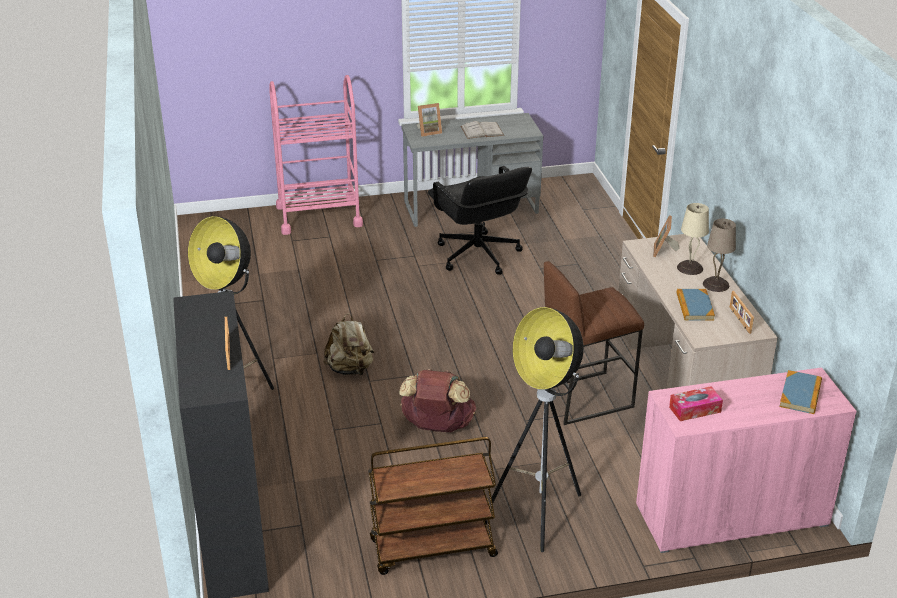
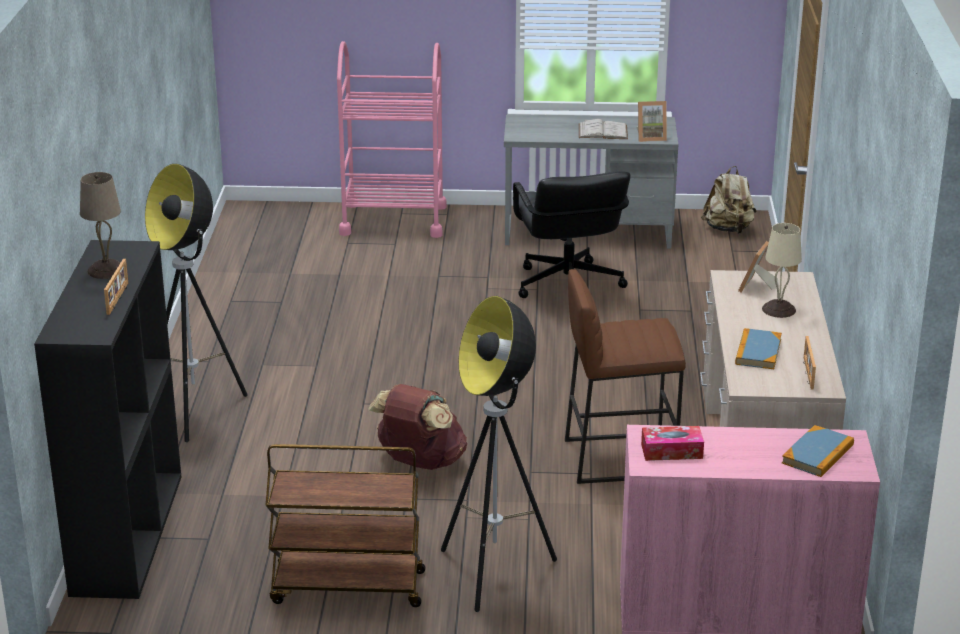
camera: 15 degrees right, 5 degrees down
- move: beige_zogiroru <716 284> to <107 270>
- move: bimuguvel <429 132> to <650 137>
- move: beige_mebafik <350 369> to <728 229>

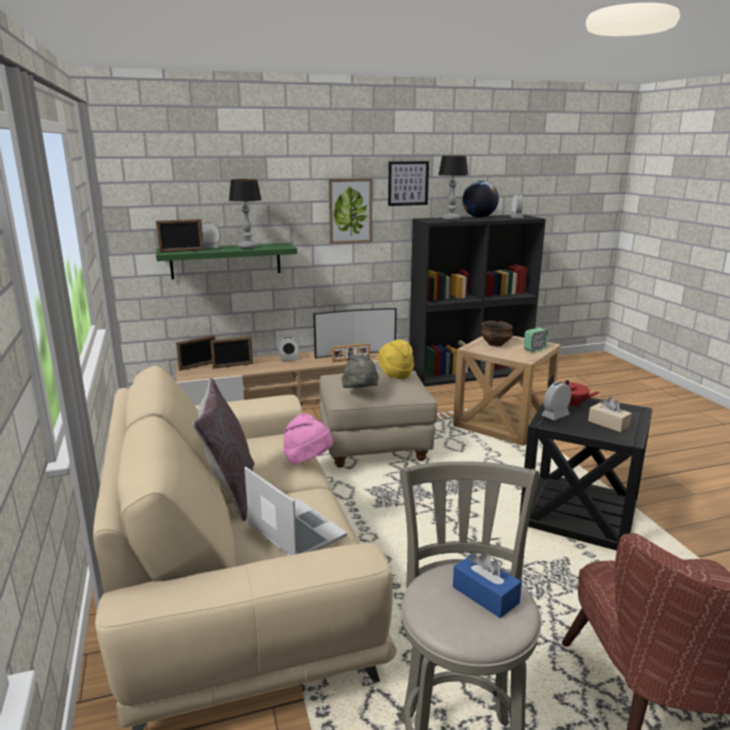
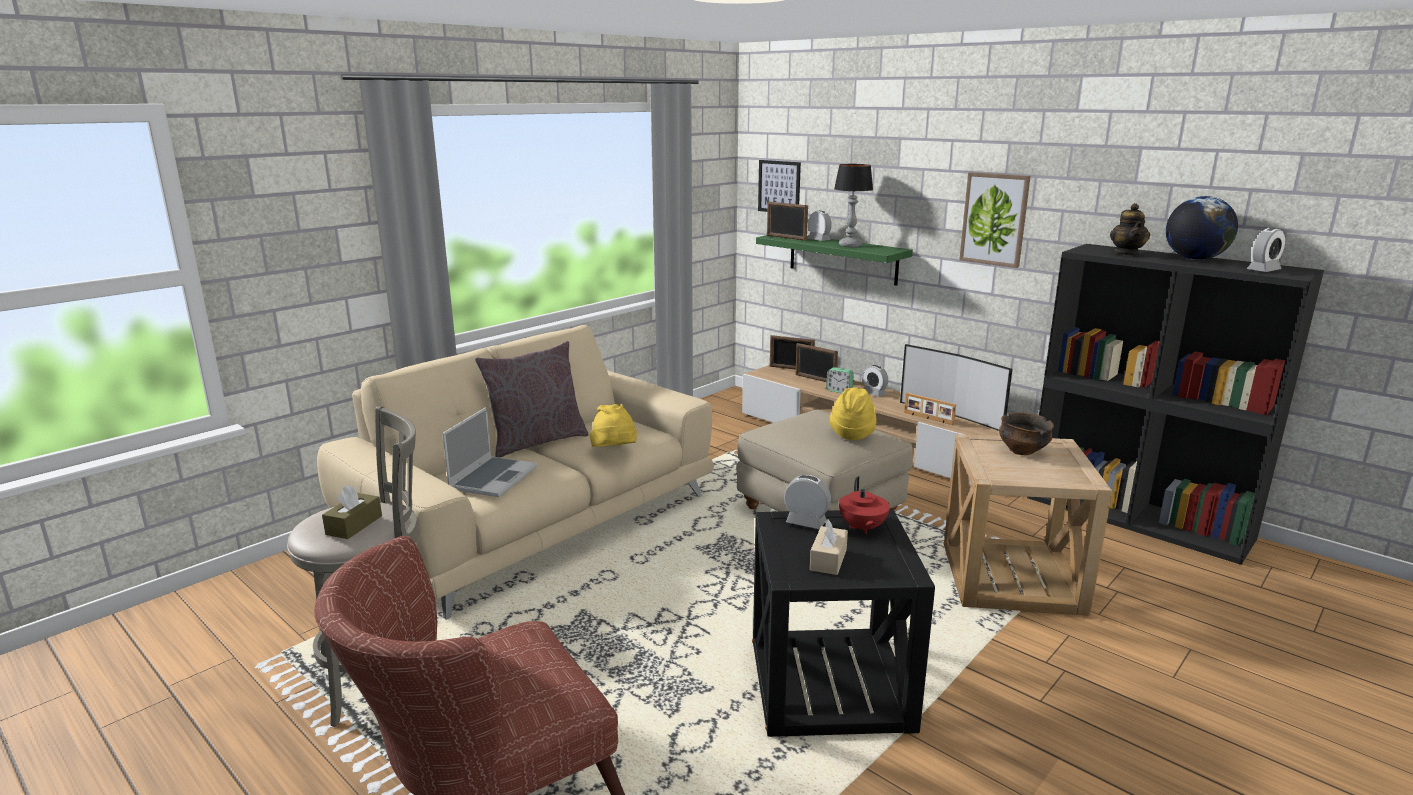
camera: 60 degrees right, 0 degrees up
- recolor: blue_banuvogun <485 595> to brown_banuvogun <354 525>
- recolor: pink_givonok <308 461> to yellow_givonok <614 452>
- move: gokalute <408 183> to <779 187>
- move: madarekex <534 349> to <839 391>
- replace: zogiroru <451 219> to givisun <1127 253>
- delete: grey_givonok <360 392>

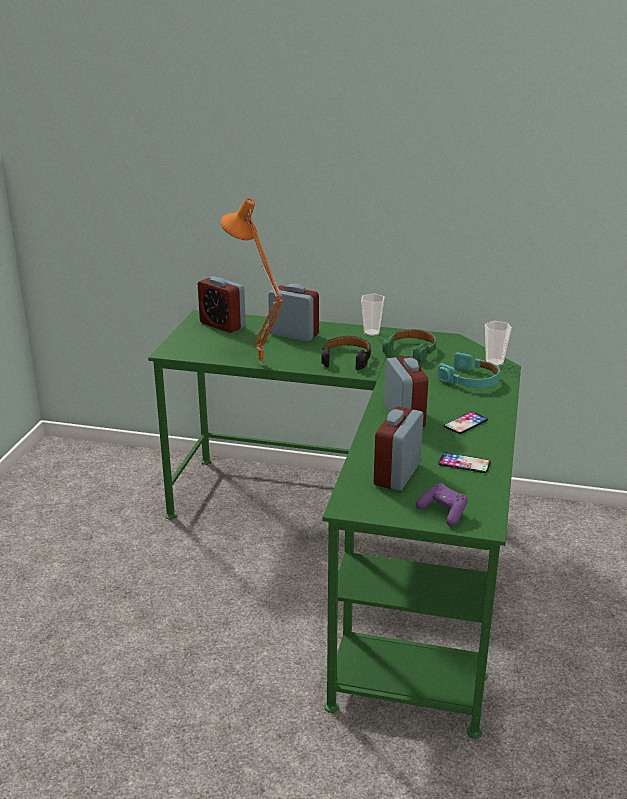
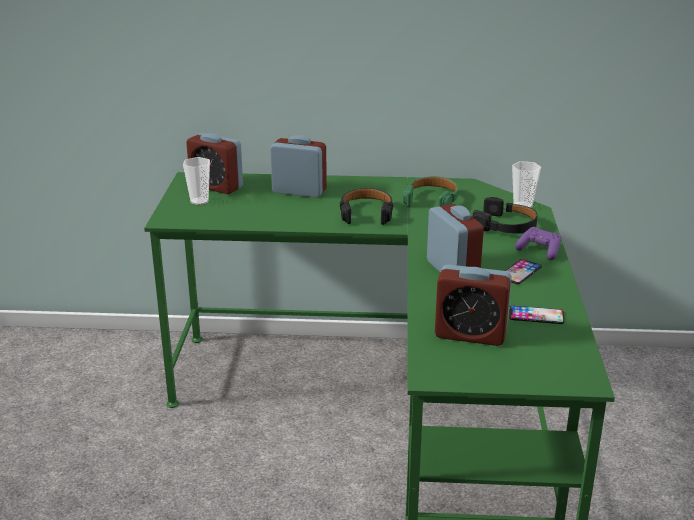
camera: 10 degrees left, 0 degrees up
- move: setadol <371 332> to <199 201>
- rotate: madarekex <397 474> = <470 334> 90 degrees counterclockwise
- recolor: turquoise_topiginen <470 380> to black_topiginen <506 226>
- move: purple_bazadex <443 512> to <539 251>
- delete: orange_zogiroru <257 364>

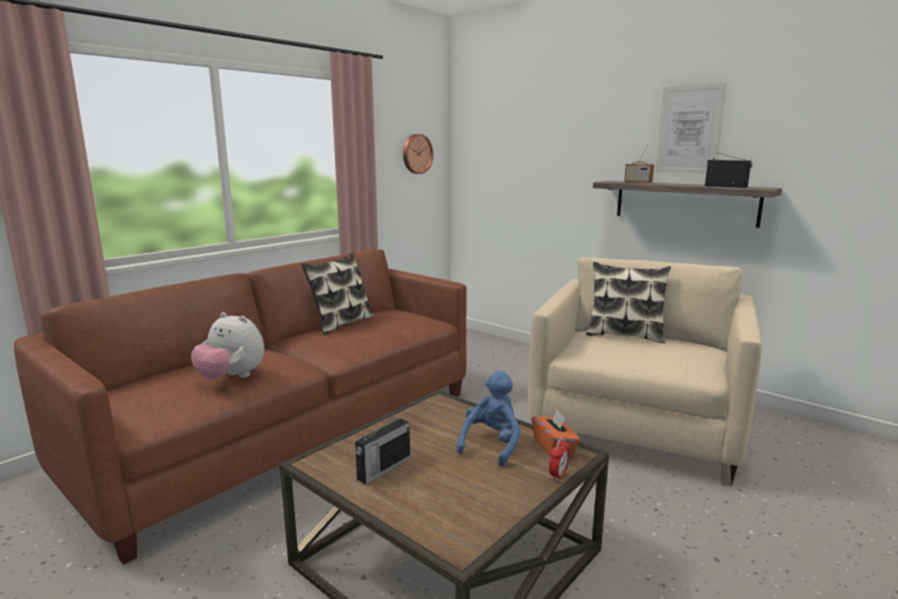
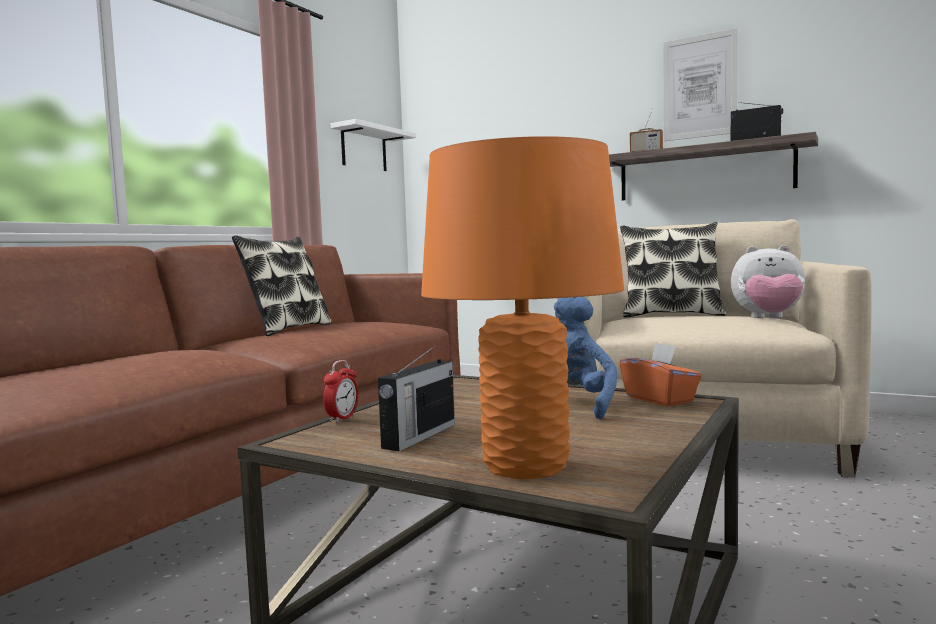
camera: 10 degrees left, 10 degrees down
- move: madarekex <558 475> to <342 418>
- replace: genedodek <416 154> to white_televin <364 149>
- insert: orange_zogiroru <526 466>
- move: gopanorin <231 378> to <768 318>

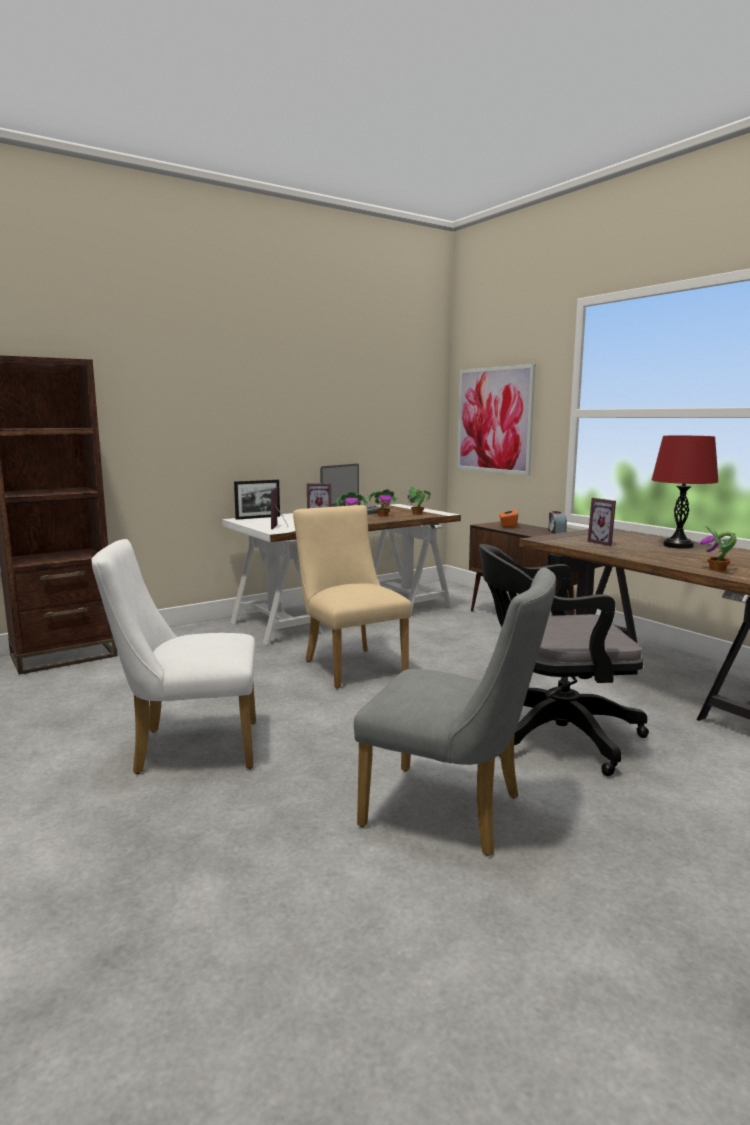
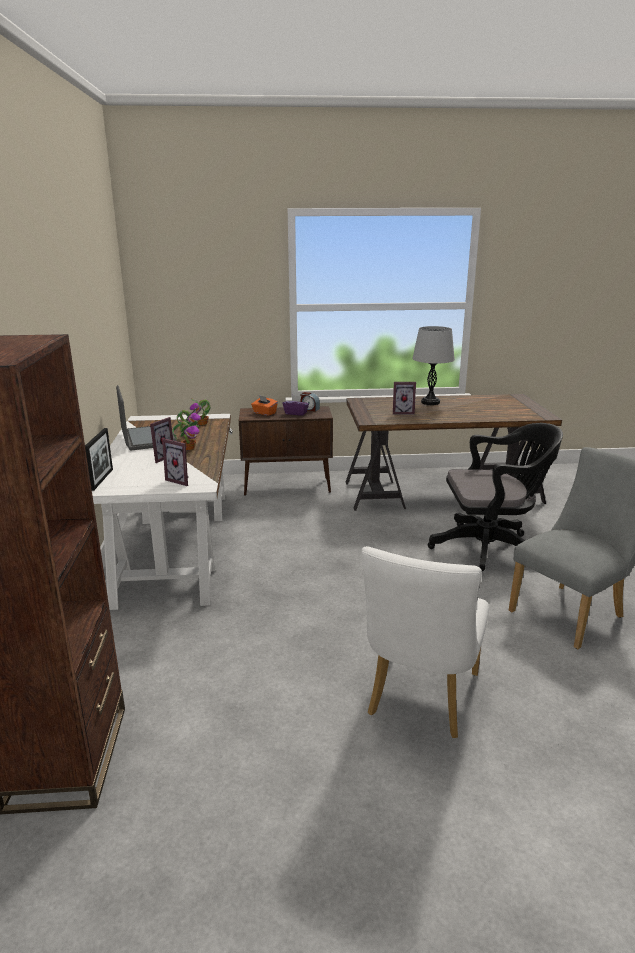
camera: 60 degrees left, 10 degrees up
- insert: purple_banuvogun <296 413>
- recolor: red_zogiroru <678 546> to grey_zogiroru <430 402>
- rotate: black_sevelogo <551 735> = <490 549> 120 degrees counterclockwise
- delete: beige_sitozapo <350 665>
- delete: gokalute <494 420>
- delete: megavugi <717 569>

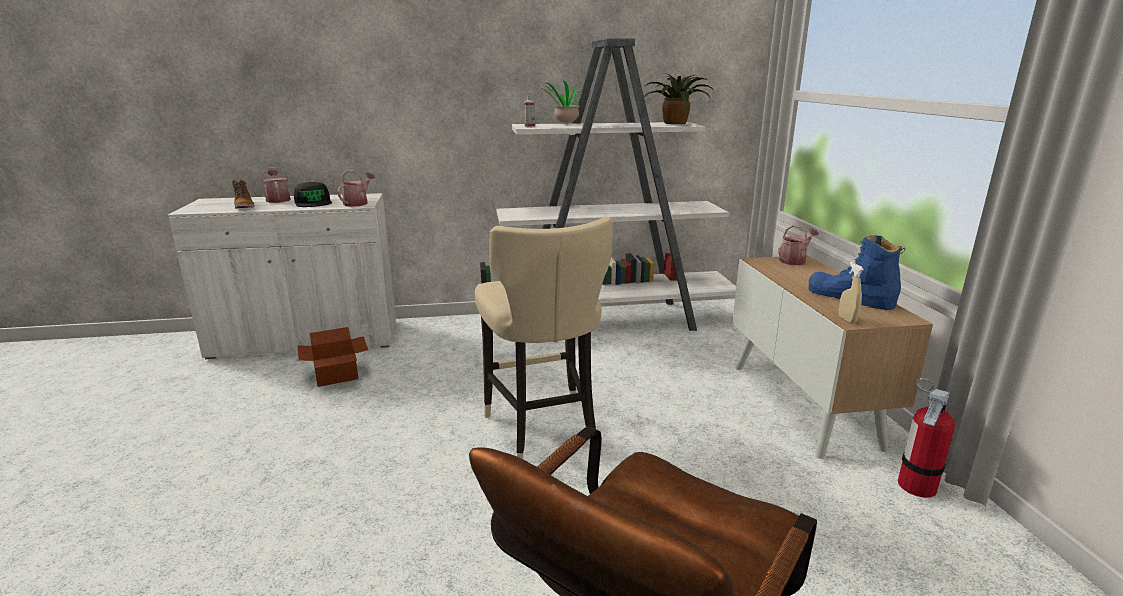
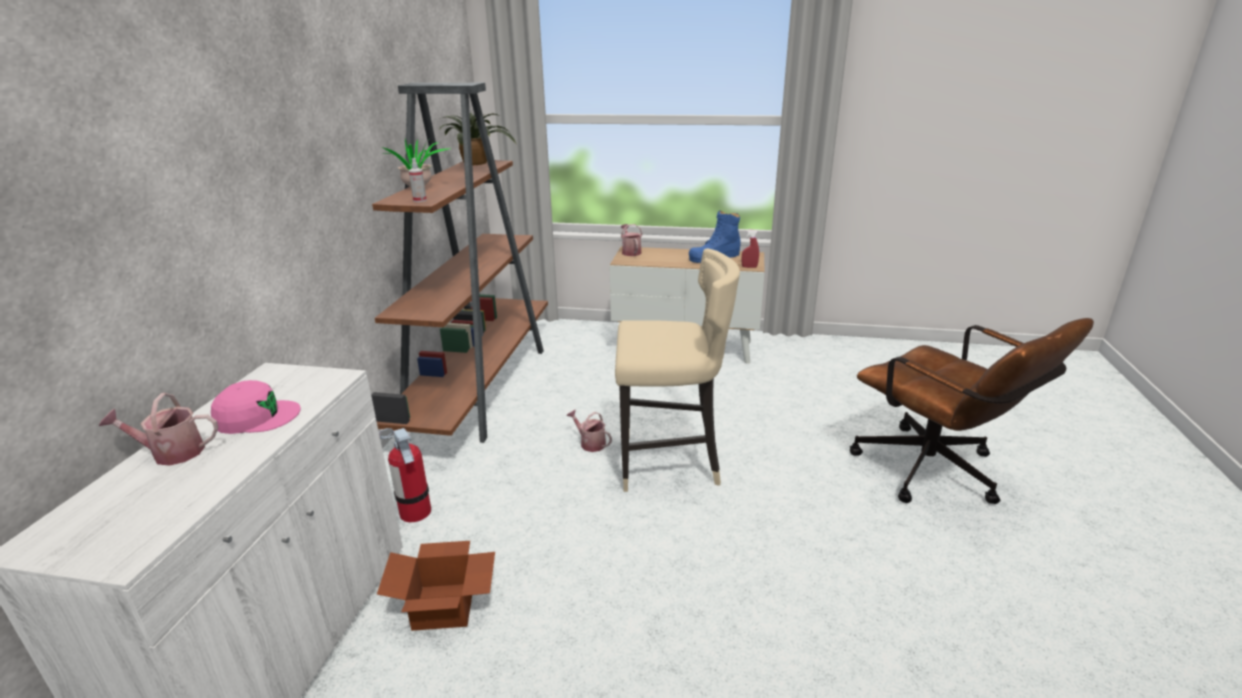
camera: 70 degrees left, 5 degrees up
- recolor: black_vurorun <313 202> to pink_vurorun <257 417>
- recolor: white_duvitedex <607 321> to brown_duvitedex <480 386>
- move: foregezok <916 485> to <415 512>
- move: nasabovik <358 203> to <590 443>
- recolor: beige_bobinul <847 319> to red_bobinul <749 267>
- delete: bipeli <244 206>

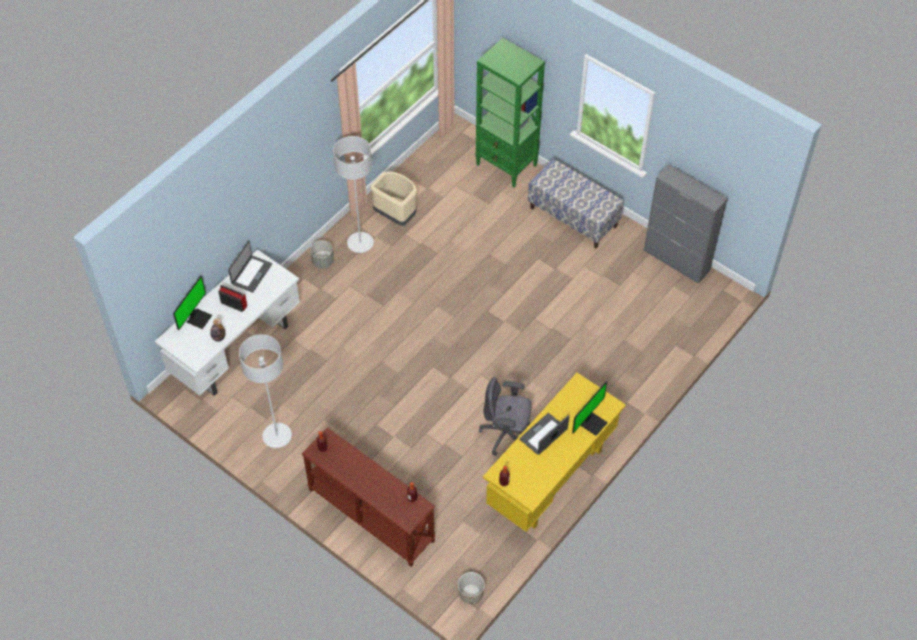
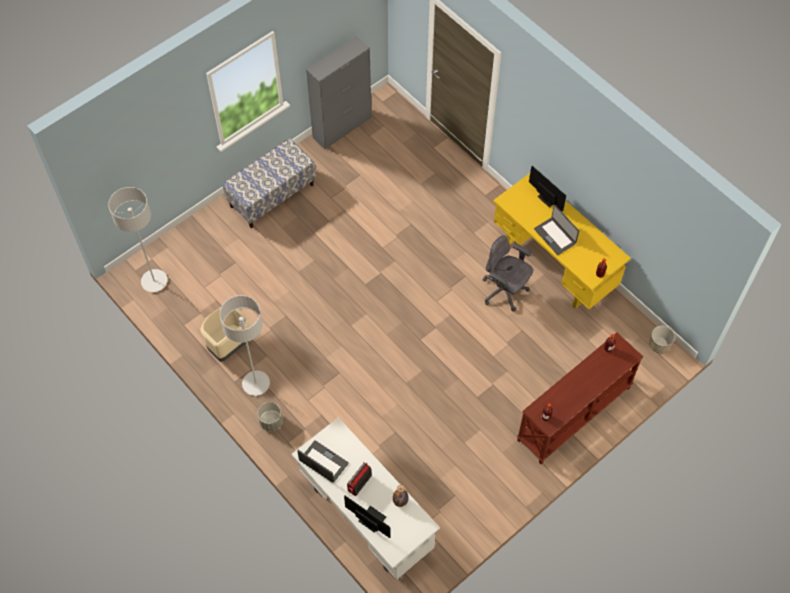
camera: 80 degrees left, 5 degrees up
- move: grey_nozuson <277 436> to <154 281>
- rotate: grey_sevelogo <506 434> = <504 291> 105 degrees clockwise
- delete: green_duvitedex <507 165>

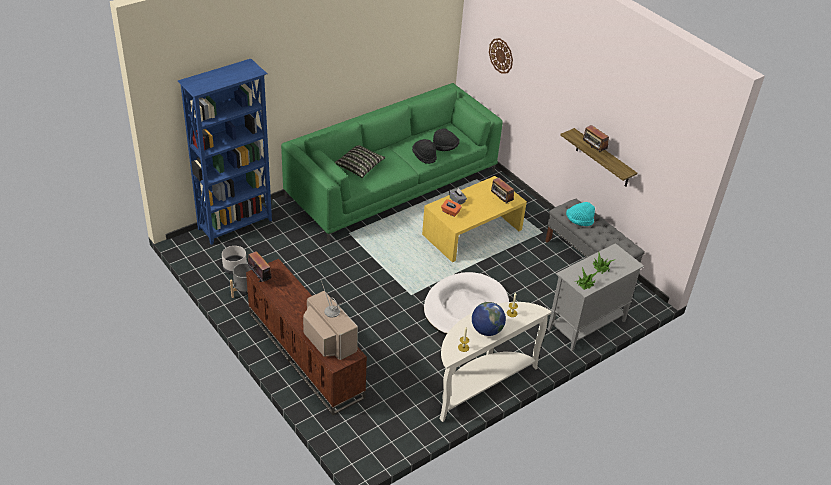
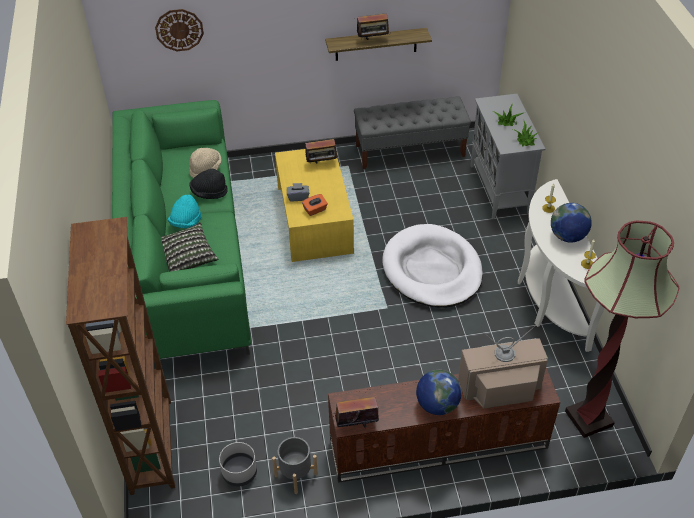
camera: 60 degrees left, 5 degrees up
- recolor: blue_duvitedex <236 225> to brown_duvitedex <152 445>
- move: turquoise_givonok <579 221> to <186 222>
- recolor: black_givonok <445 147> to beige_givonok <206 169>
- insert: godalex <437 405>
- insert: nozuson <589 418>

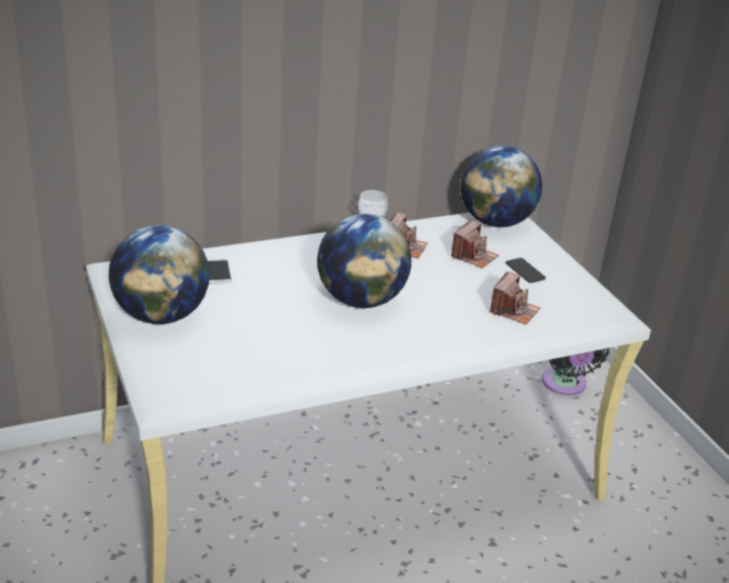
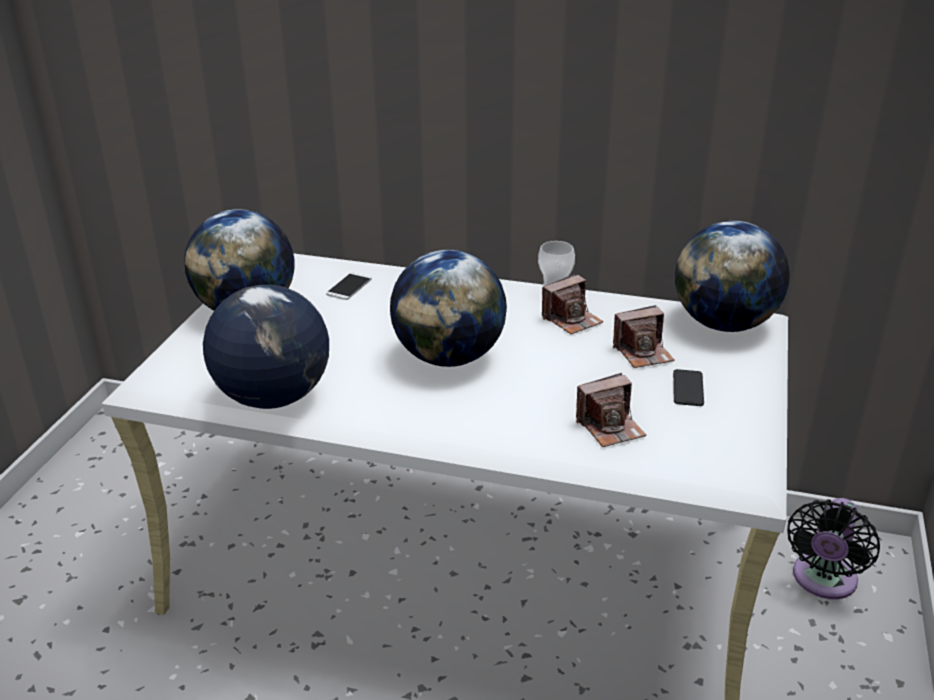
camera: 40 degrees right, 0 degrees up
- insert: godalex <272 397>

